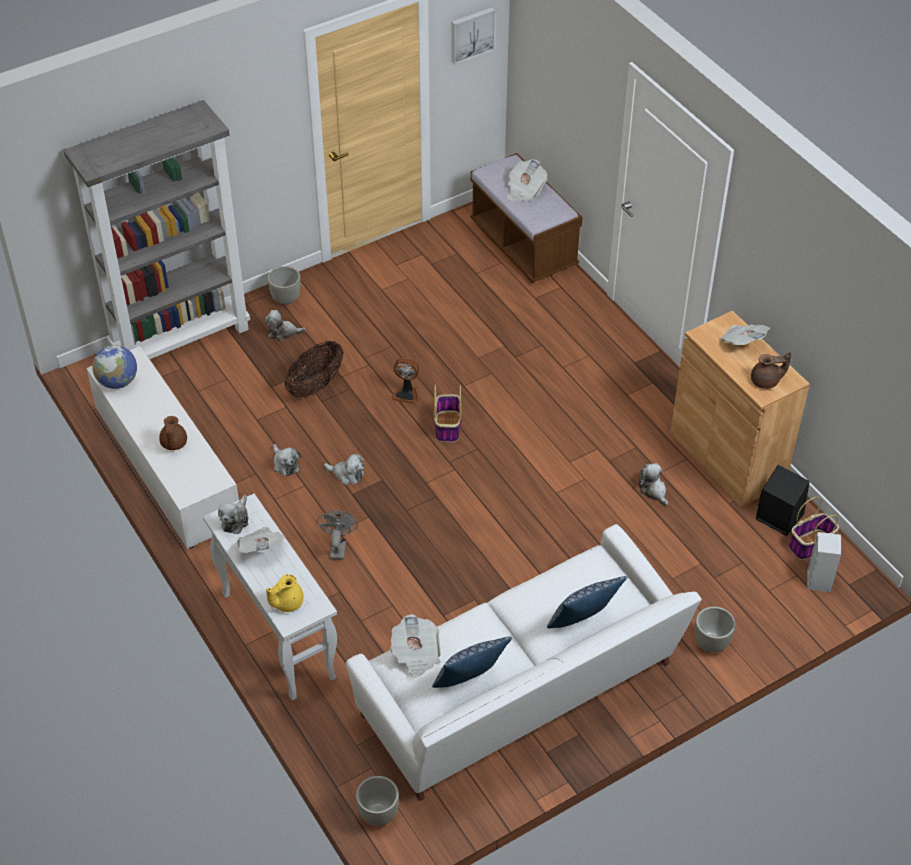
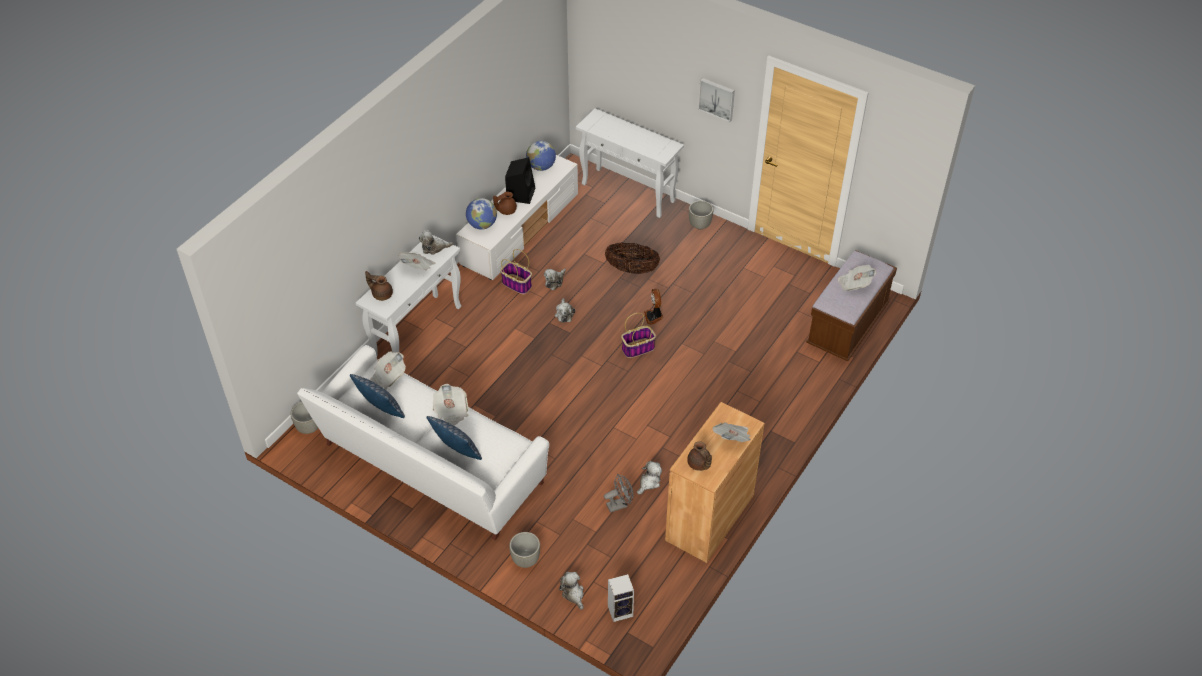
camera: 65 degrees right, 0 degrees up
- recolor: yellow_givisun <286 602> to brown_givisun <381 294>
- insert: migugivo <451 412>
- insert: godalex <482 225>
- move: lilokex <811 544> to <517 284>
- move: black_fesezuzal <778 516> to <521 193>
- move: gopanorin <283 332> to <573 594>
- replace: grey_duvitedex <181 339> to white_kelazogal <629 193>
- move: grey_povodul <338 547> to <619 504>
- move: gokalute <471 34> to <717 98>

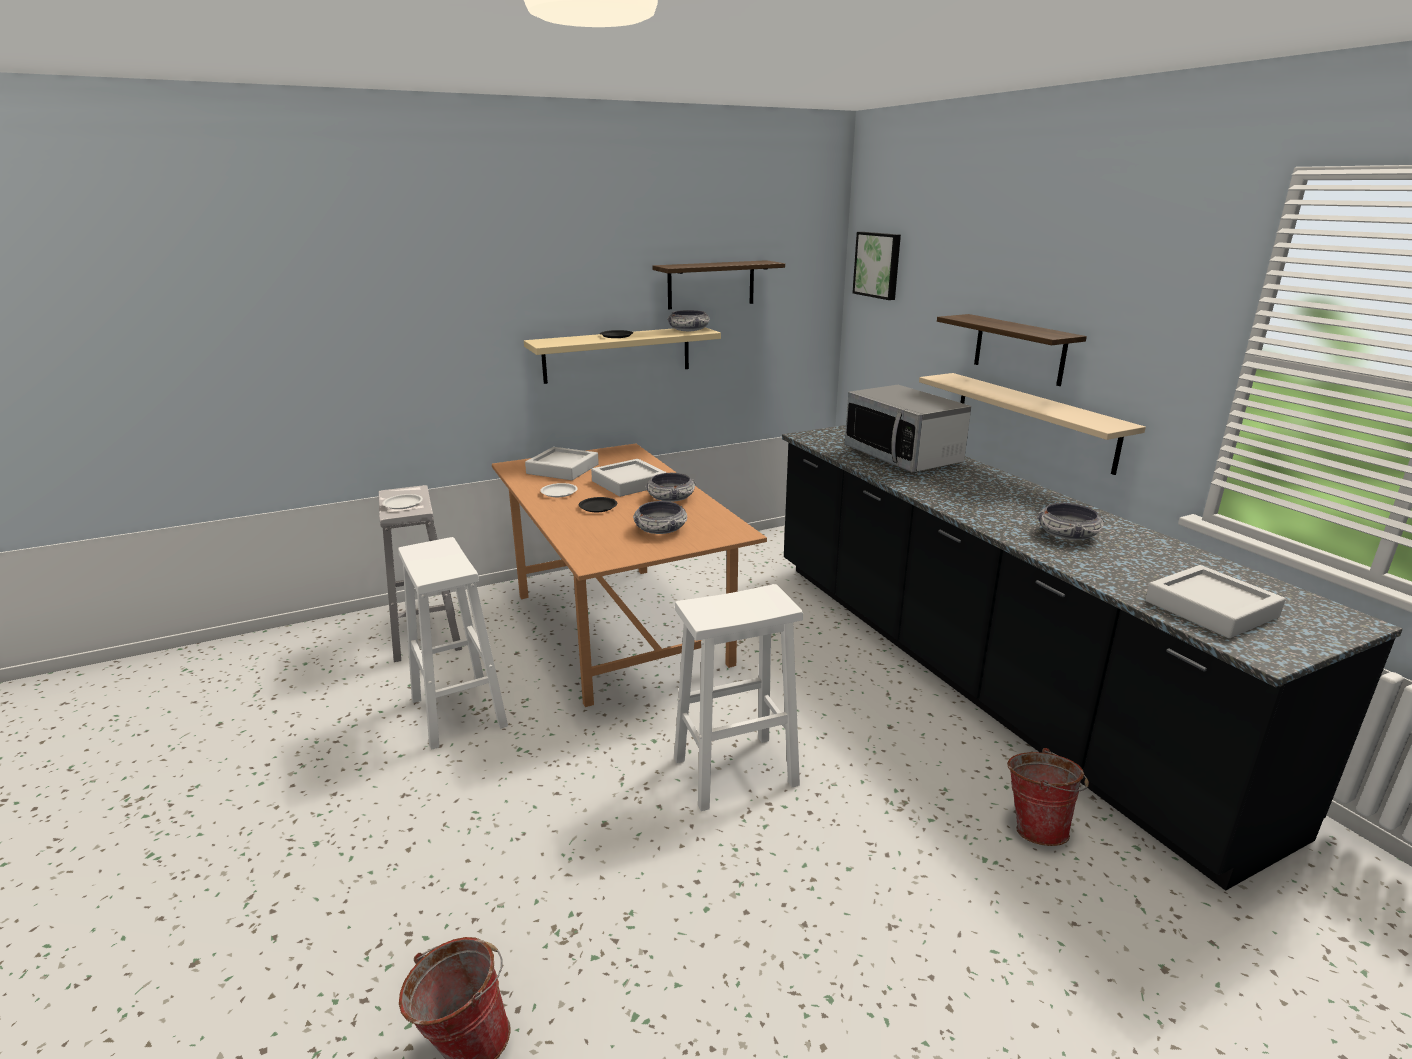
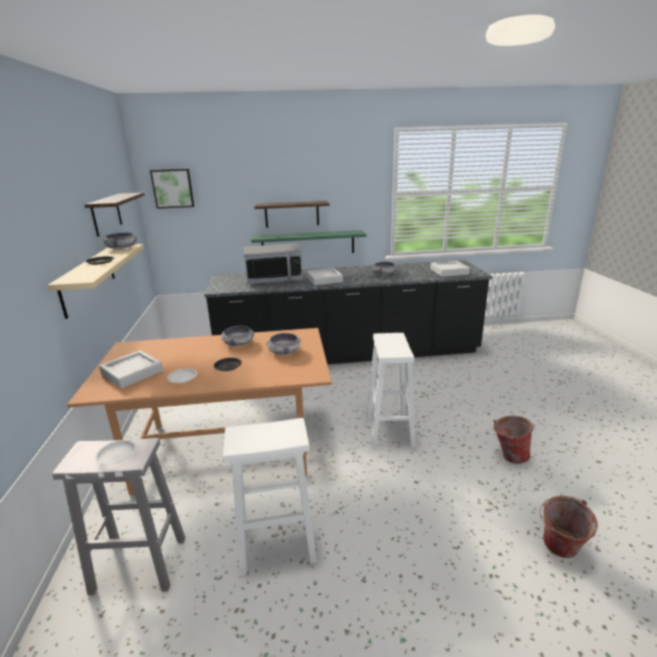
camera: 70 degrees left, 0 degrees up
- recolor: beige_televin <1033 420> to green_televin <308 244>
- move: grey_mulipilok <629 483> to <324 279>
- move: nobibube <1036 826> to <508 456>

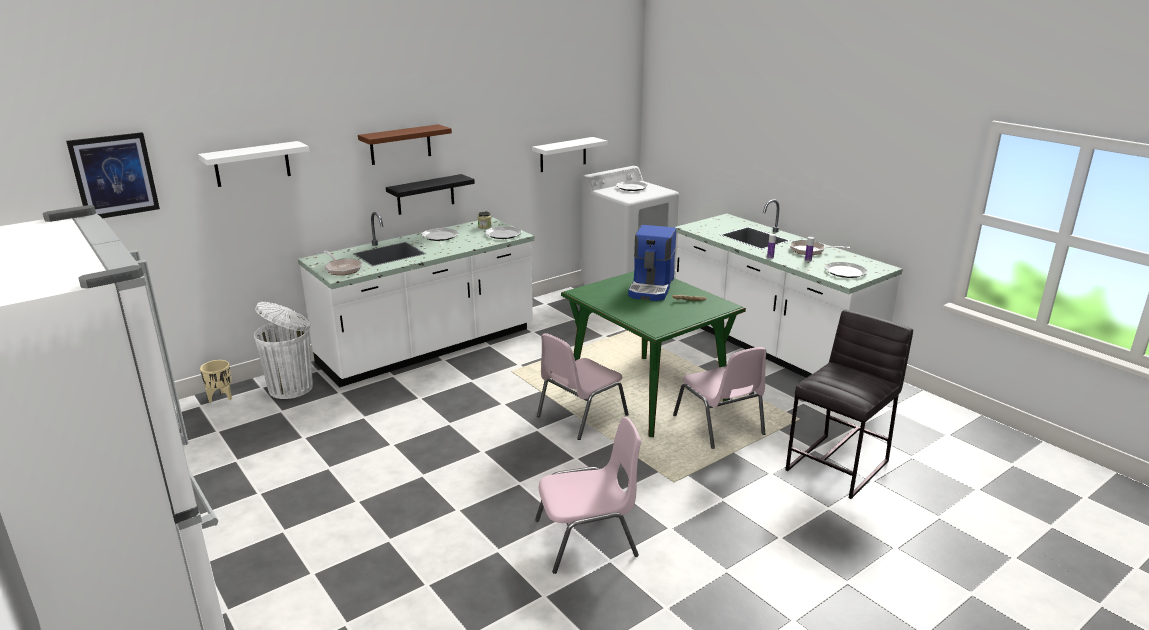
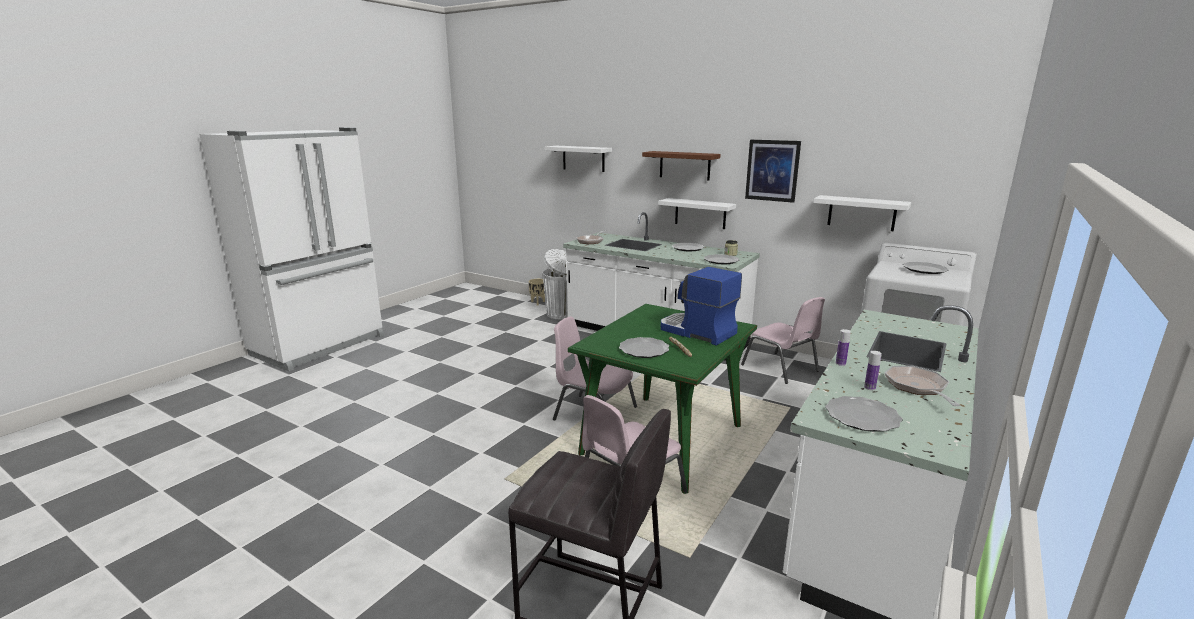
camera: 70 degrees right, 5 degrees down
- insert: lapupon <643 349>
- recolor: black_televin <425 194> to white_televin <700 213>
- rotate: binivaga <652 288> = <696 332> 45 degrees clockwise
- move: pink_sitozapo <587 539> to <780 368>
- move: gokalute <114 176> to <772 170>

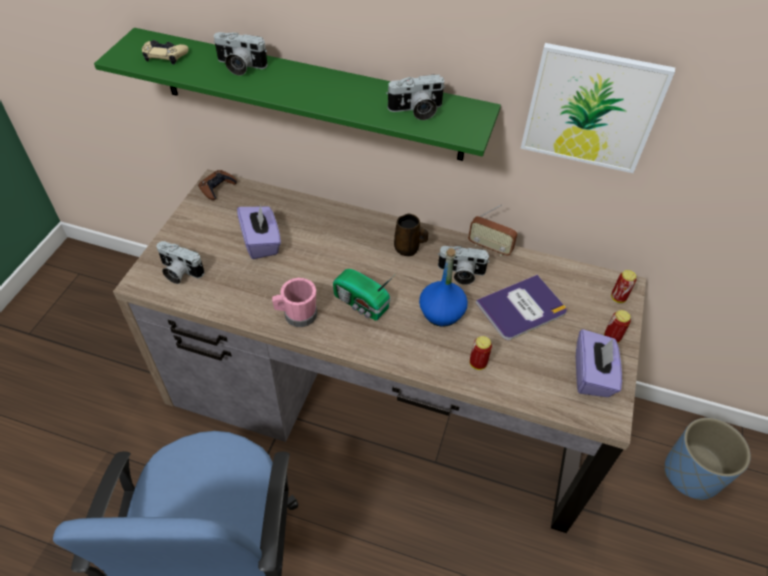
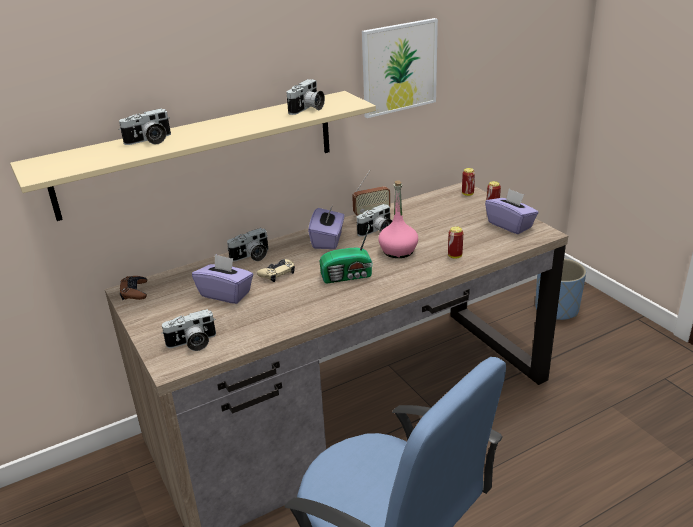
camera: 45 degrees left, 20 degrees down
- recolor: green_televin <309 95> to beige_televin <199 153>
- insert: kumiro <251 256>
- move: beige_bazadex <165 55> to <277 273>
- replace: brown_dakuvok <408 249> to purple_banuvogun <328 240>
- recolor: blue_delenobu <441 313> to pink_delenobu <398 251>
- delete: pink_dakuvok <296 315>
- delete: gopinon <521 308>

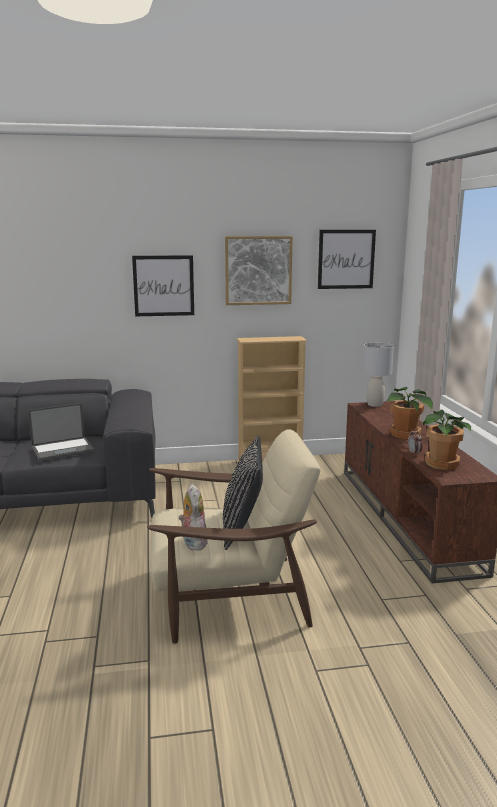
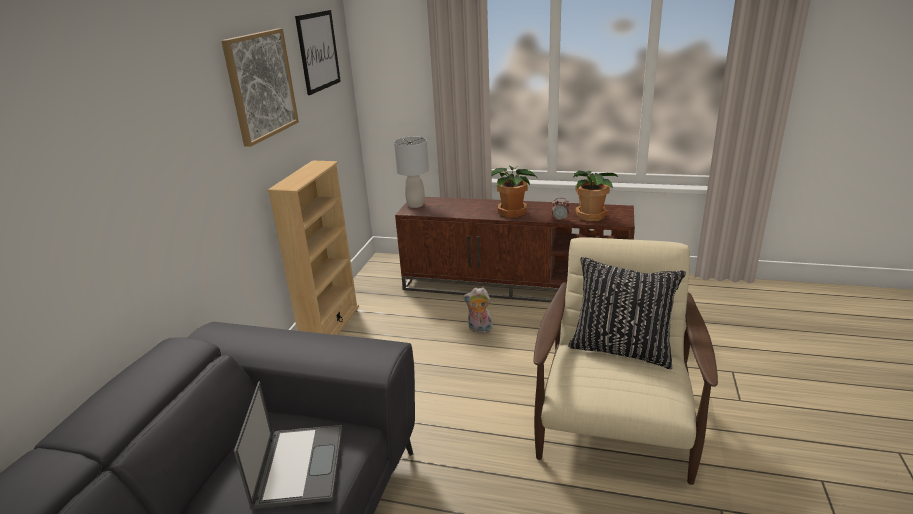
camera: 65 degrees left, 10 degrees up
- move: gopanorin <193 542> to <479 329>
- delete: gokalute <163 286>

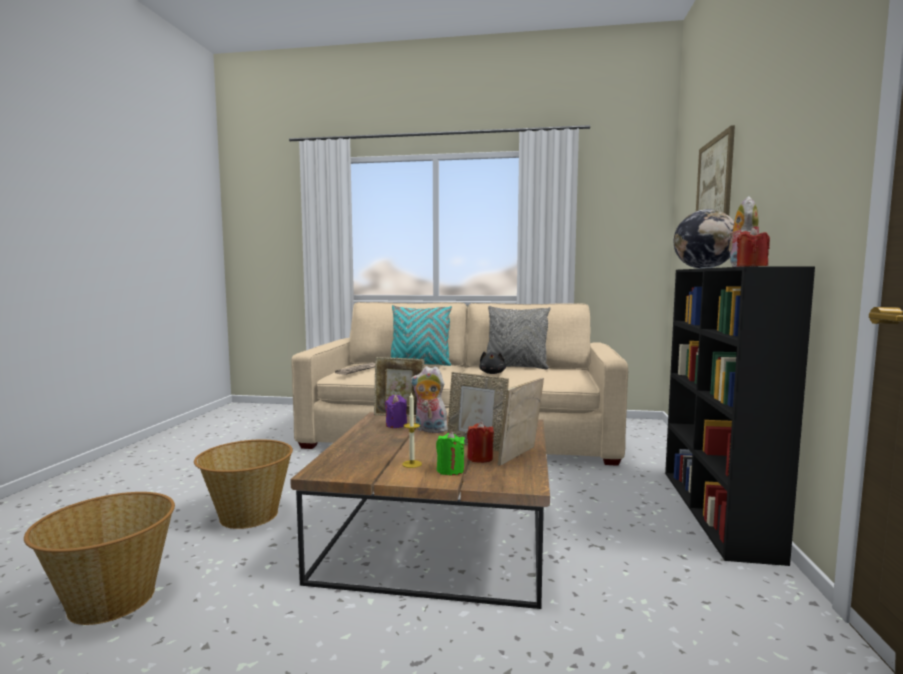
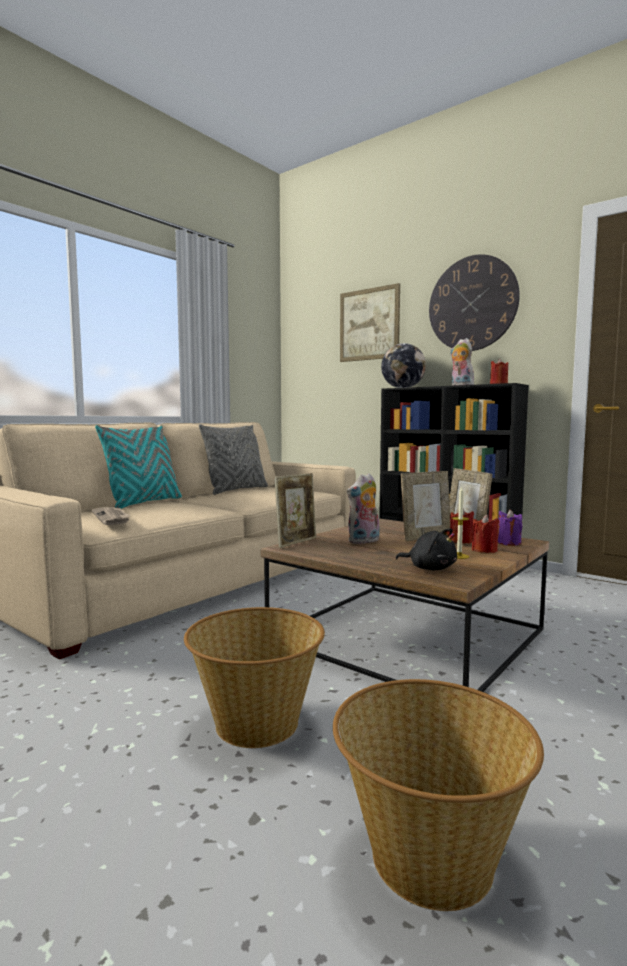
camera: 60 degrees left, 0 degrees up
- move: black_gopanorin <492 373> to <430 568>
- insert: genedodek <472 304>
- recolor: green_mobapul <450 470> to red_mobapul <484 550>
- move: purple_mobapul <396 425> to <508 543>

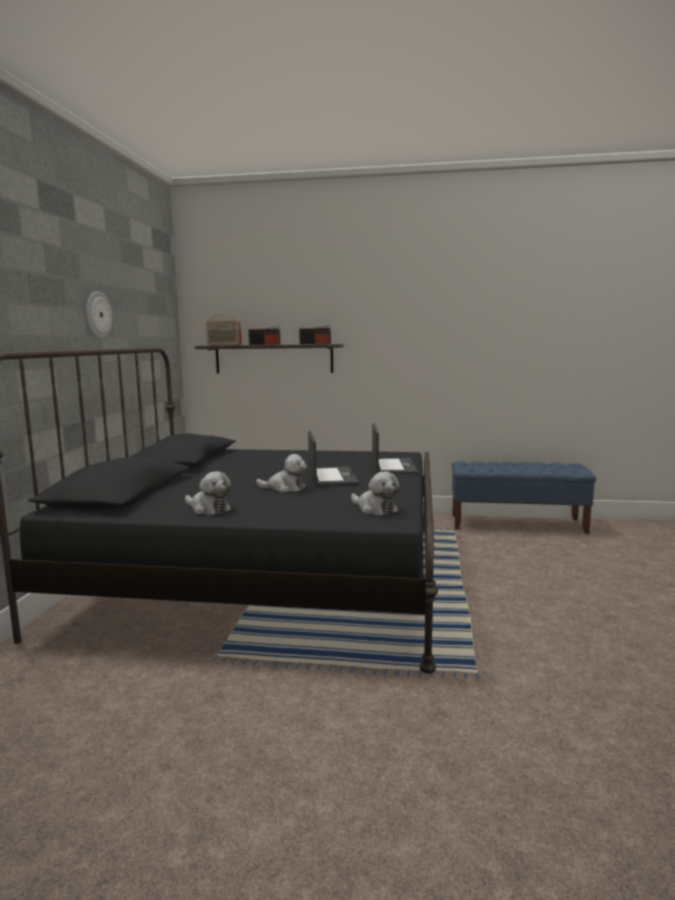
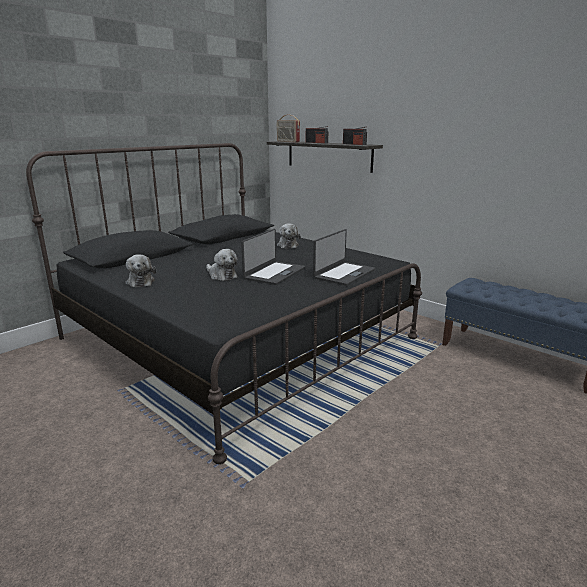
camera: 35 degrees right, 10 degrees up
- move: gopanorin <375 509> to <288 245>
- delete: genedodek <98 315>

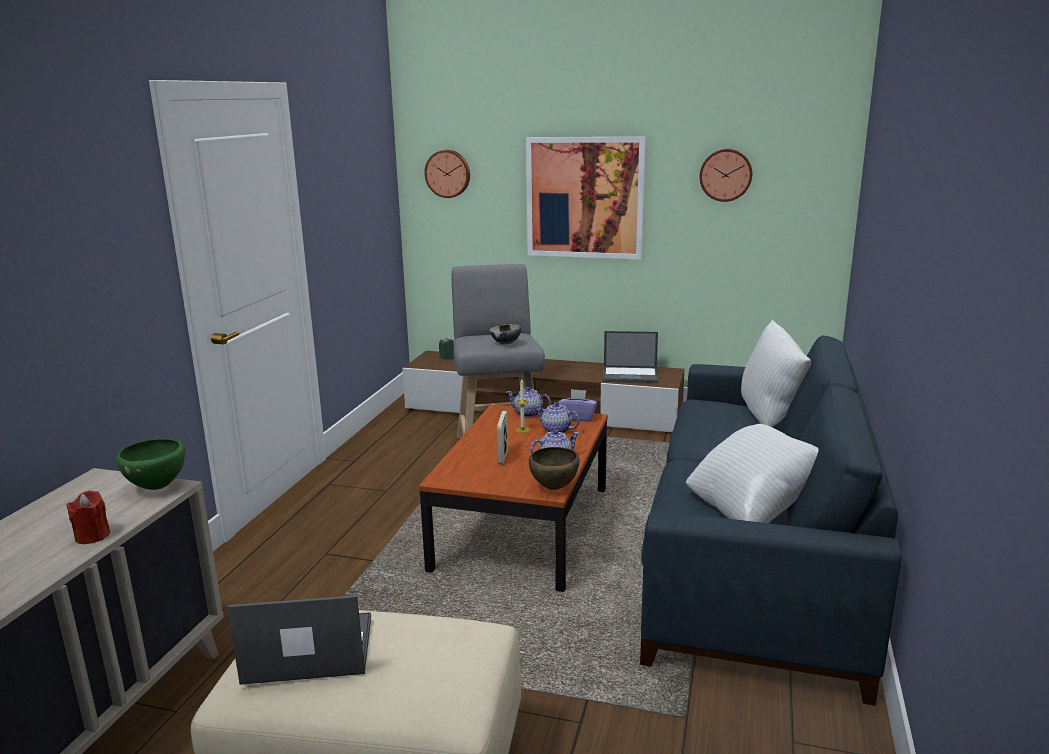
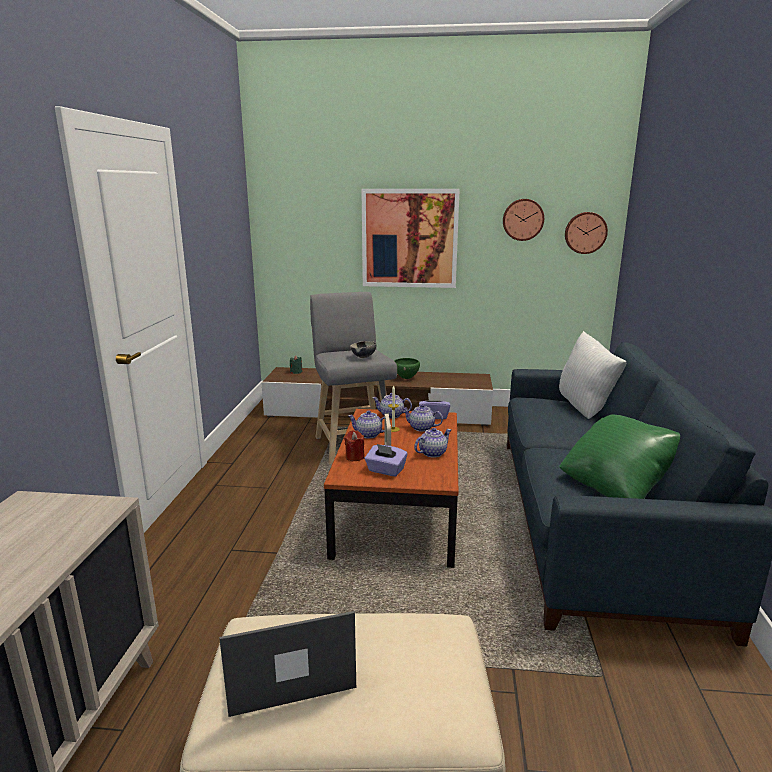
camera: 10 degrees left, 0 degrees up
- move: red_mobapul <92 536> to <355 457>
- insert: givisun <368 435>
- insert: purple_banuvogun <385 470>
- move: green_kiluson <157 487> to <406 378>
- recolor: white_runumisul <752 509> to green_runumisul <617 486>
- move: genedodek <448 173> to <585 232>
- delete: brown_kiluson <554 488>
- delete: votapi <631 375>

